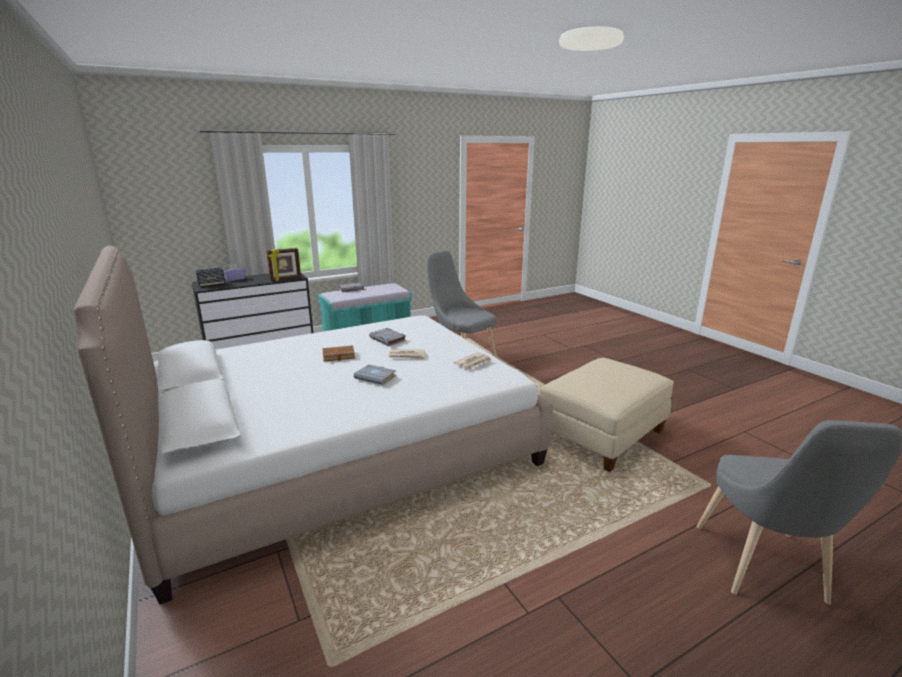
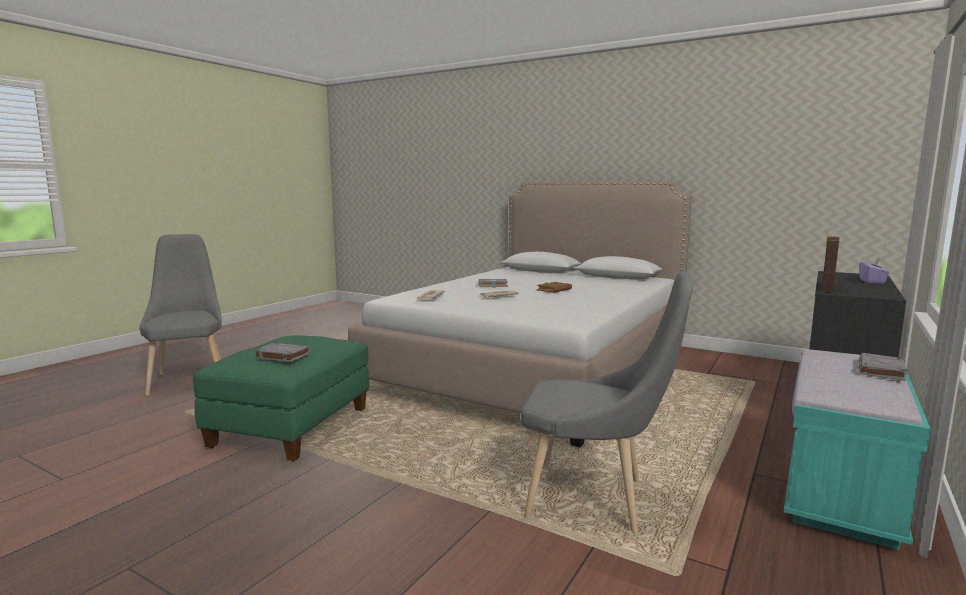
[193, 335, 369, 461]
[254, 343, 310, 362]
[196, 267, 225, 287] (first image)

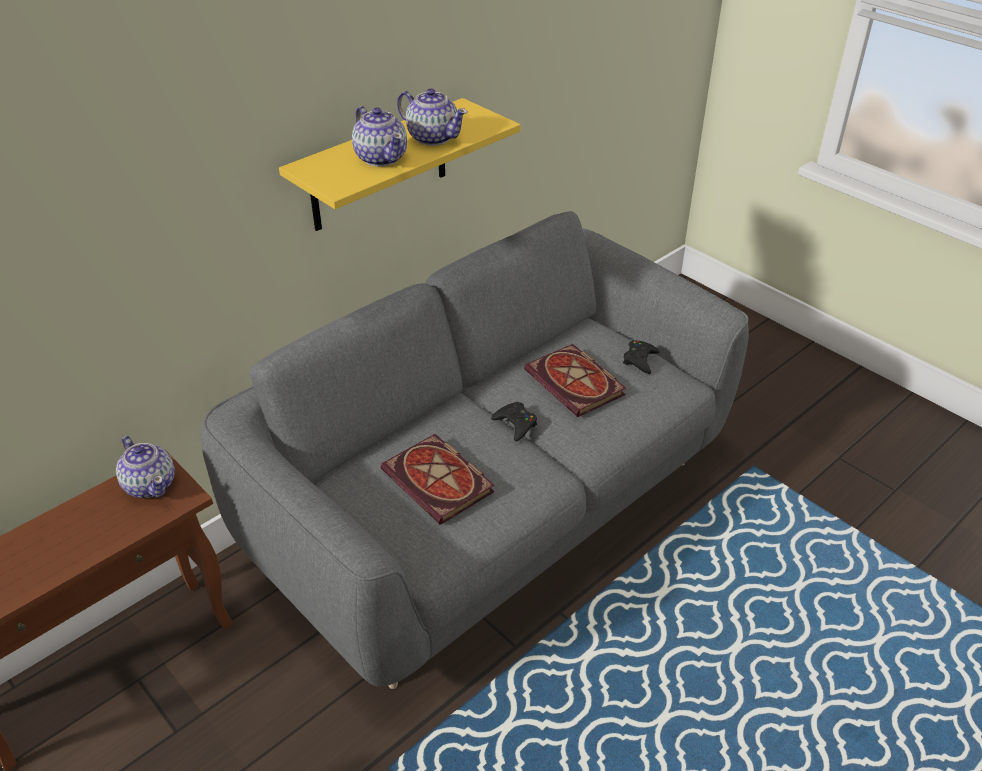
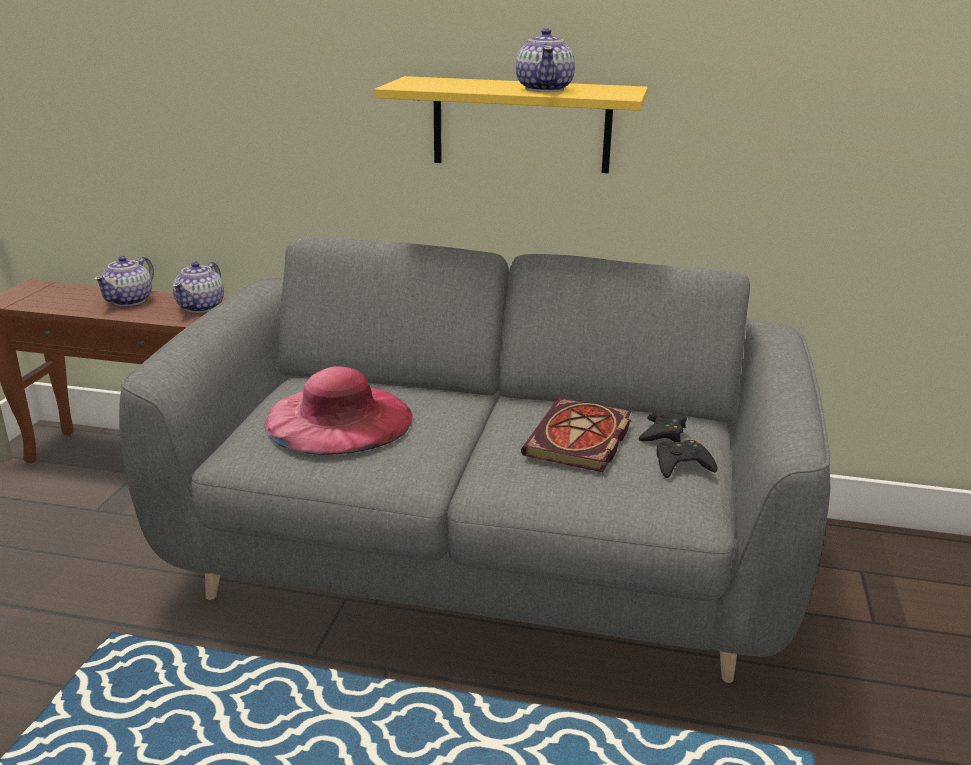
[94, 256, 154, 306]
[265, 366, 413, 455]
[638, 411, 687, 443]

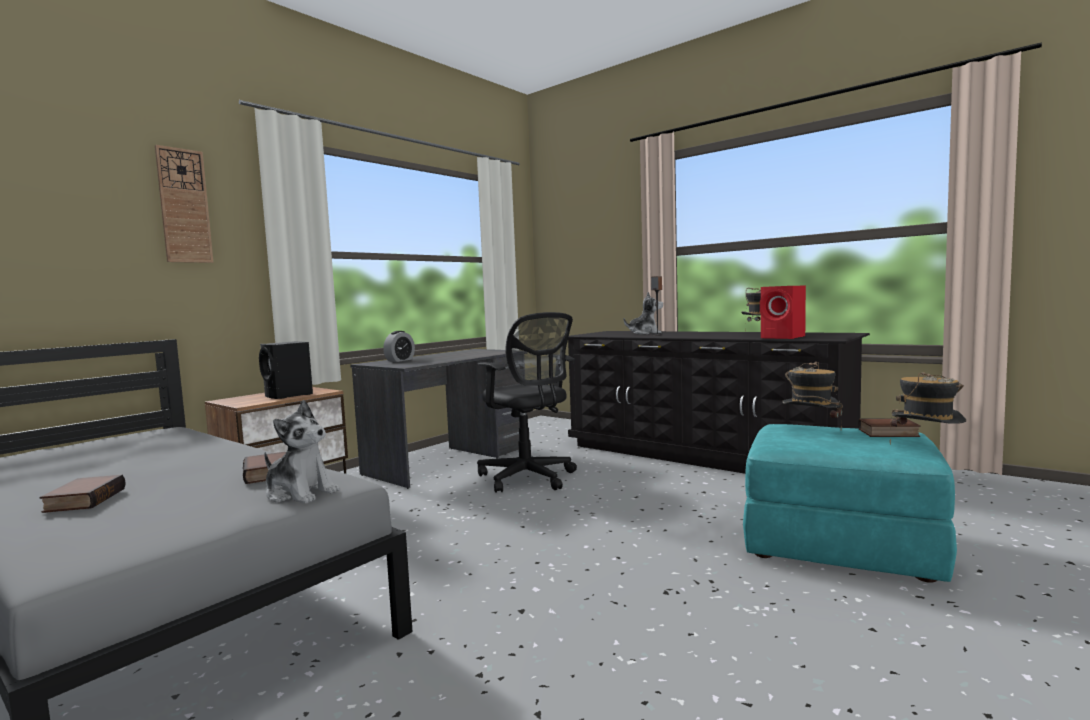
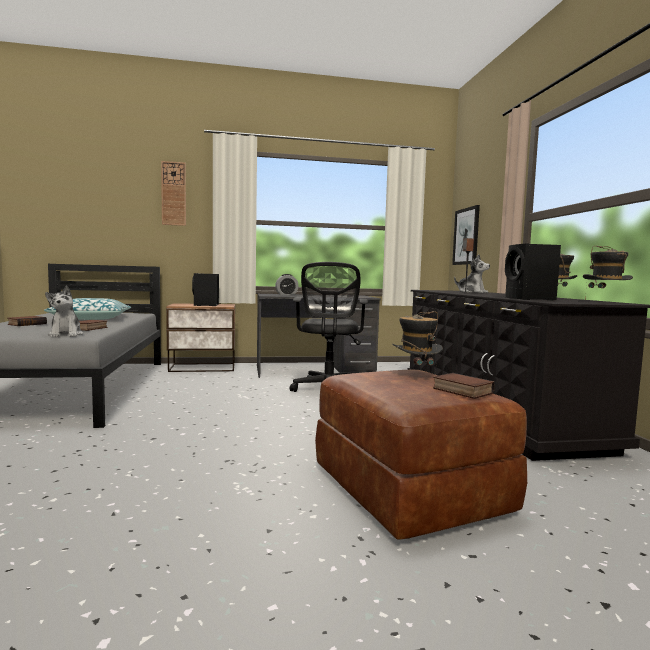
[44, 298, 131, 320]
[315, 370, 527, 540]
[452, 205, 480, 265]
[505, 244, 561, 300]
[583, 246, 633, 300]

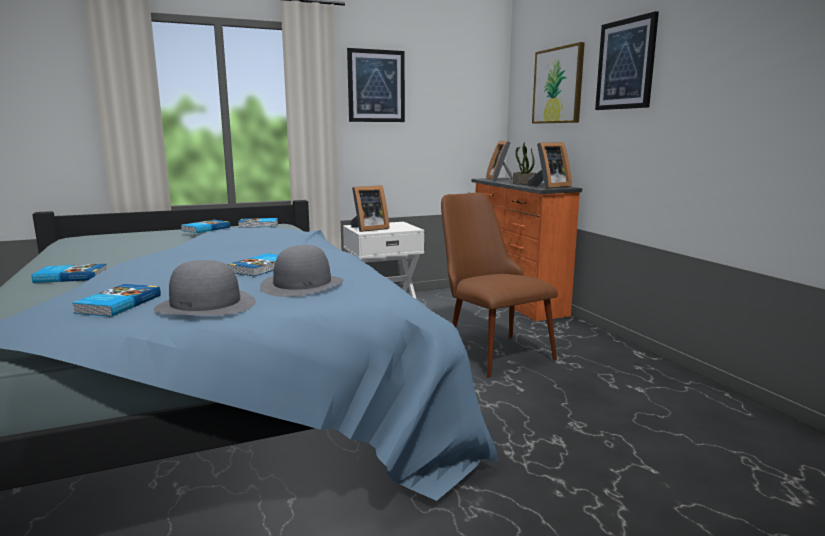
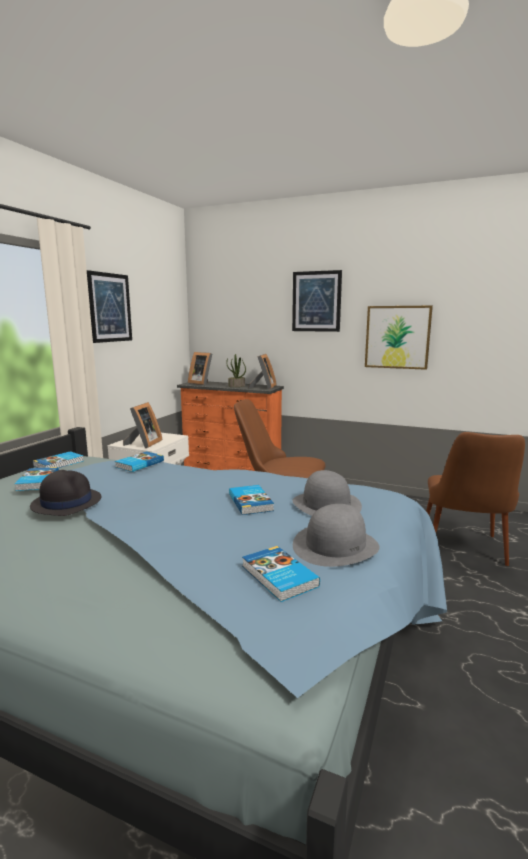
[30, 470, 101, 516]
[115, 451, 164, 472]
[365, 306, 433, 370]
[426, 432, 525, 566]

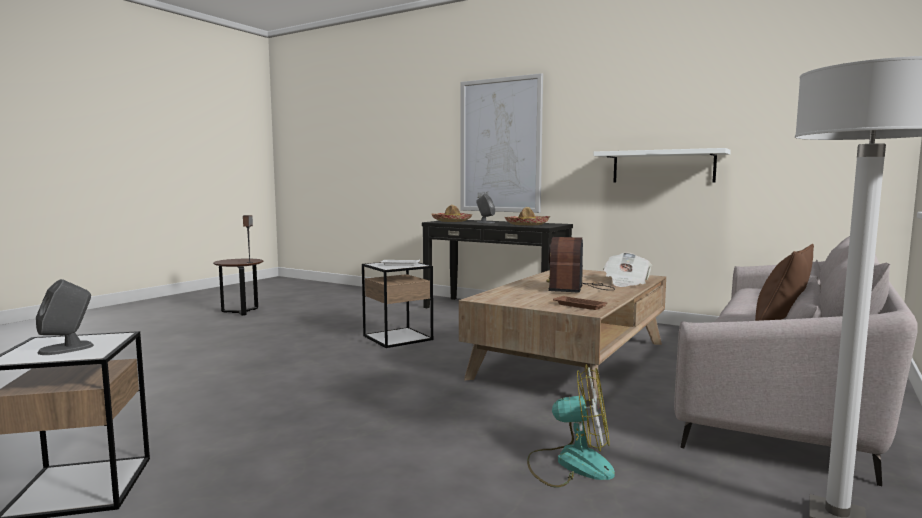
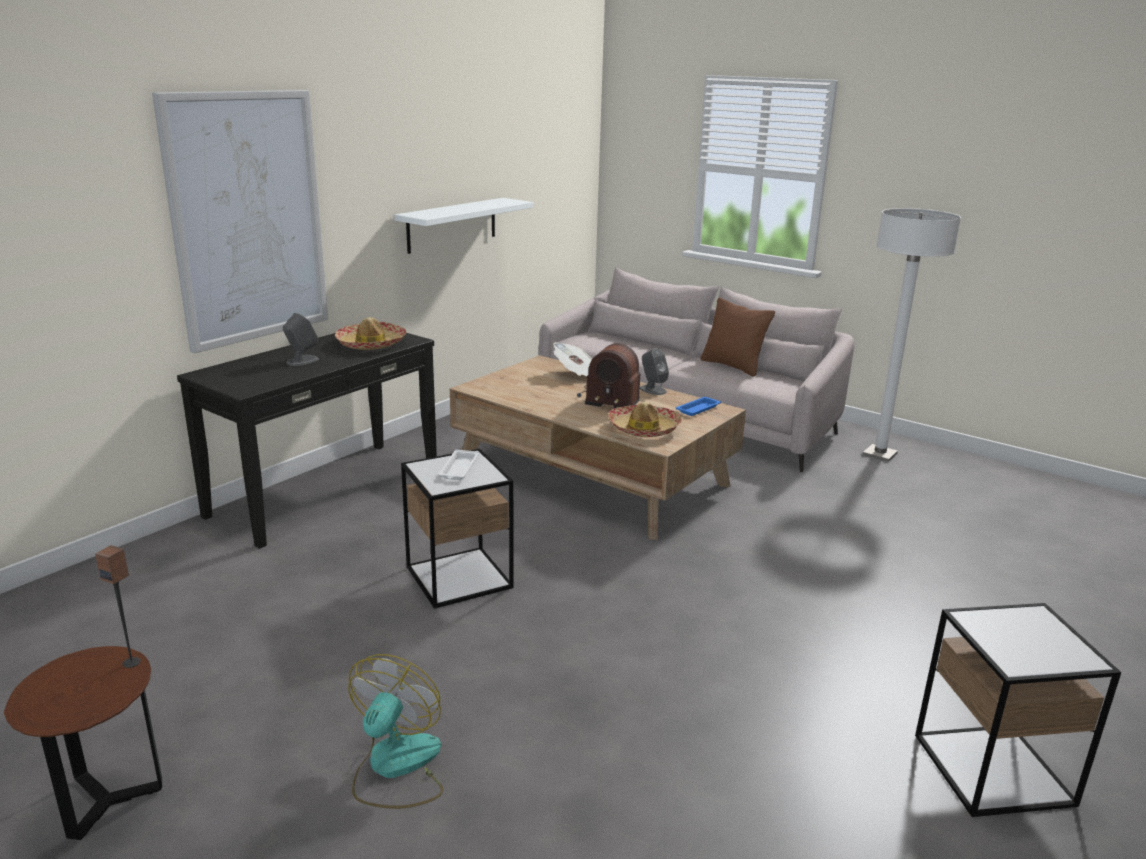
[348, 654, 443, 809]
[608, 402, 682, 437]
[640, 348, 669, 395]
[675, 397, 721, 416]

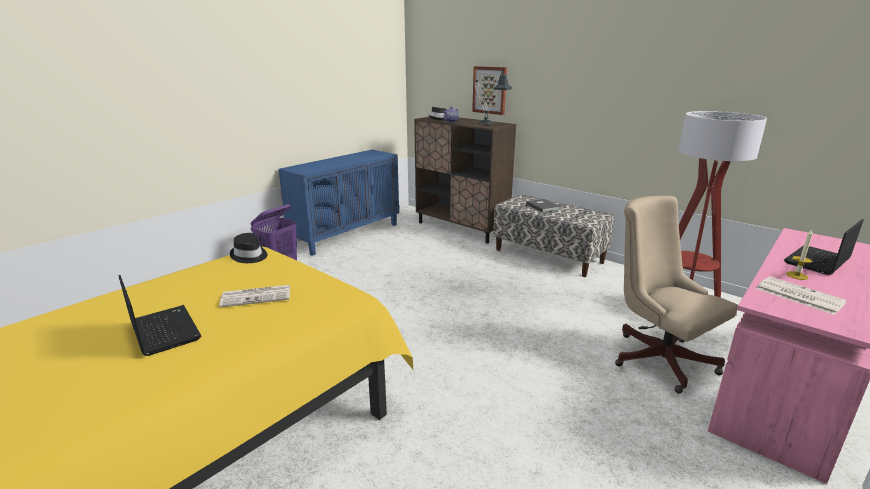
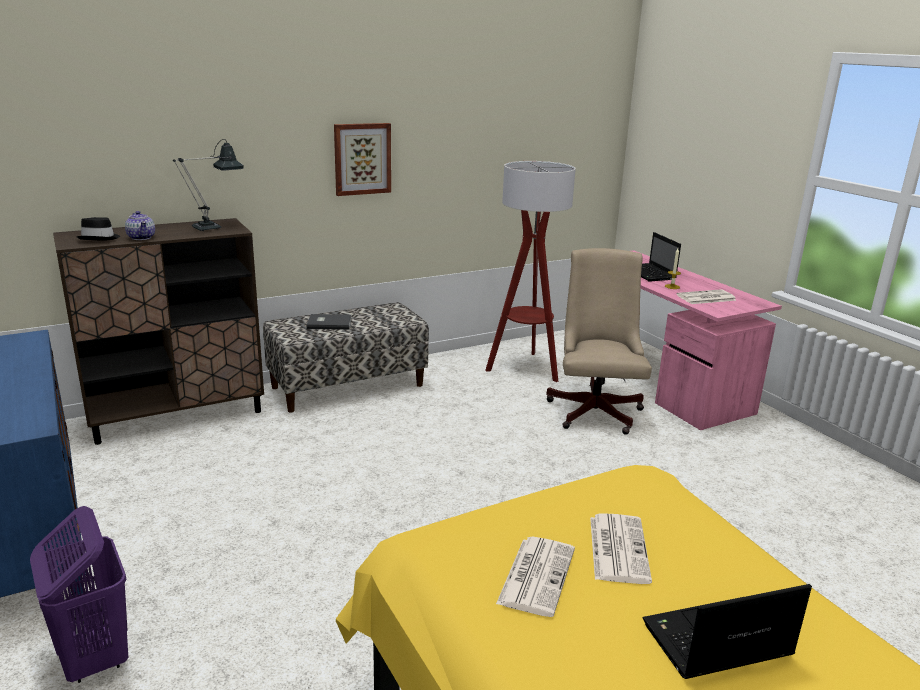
[334, 123, 391, 196]
[496, 537, 575, 617]
[547, 248, 652, 435]
[230, 233, 267, 263] (first image)

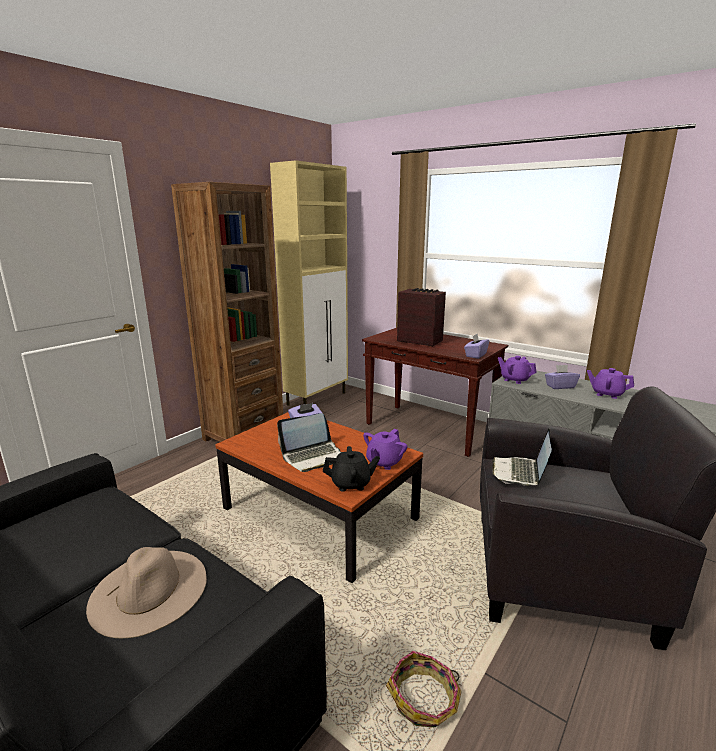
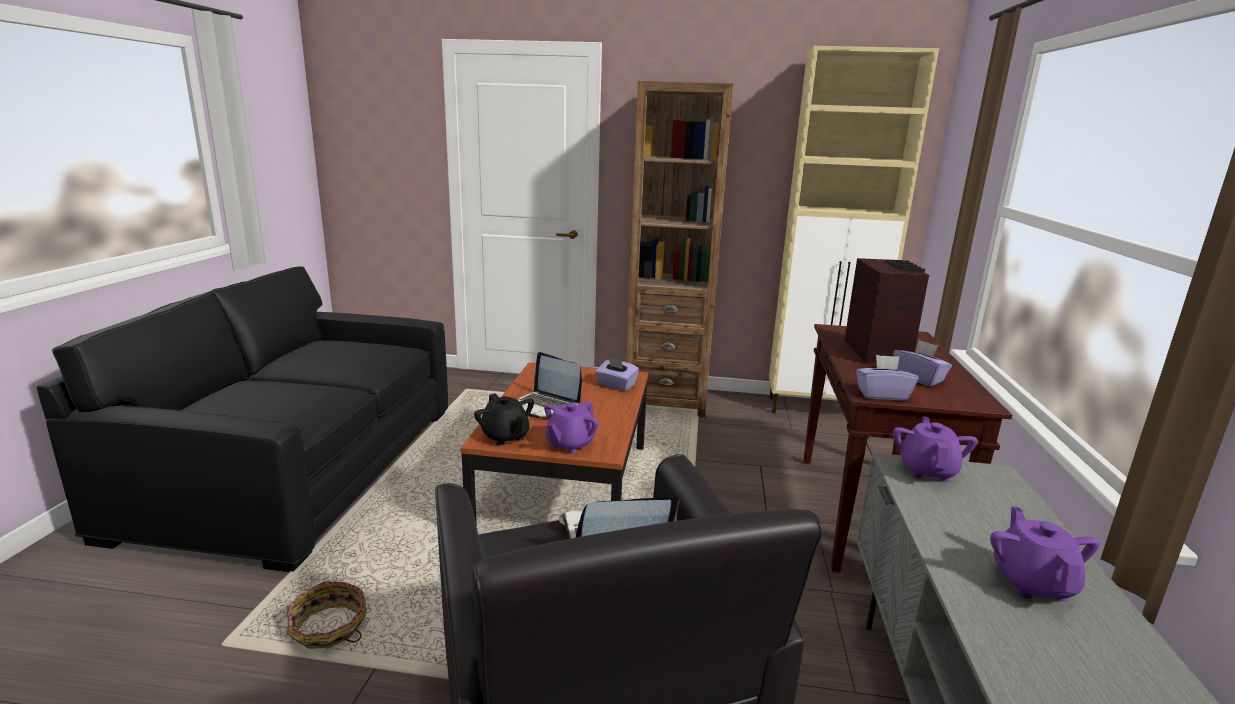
[544, 401, 598, 454]
[893, 340, 952, 386]
[86, 547, 207, 638] (first image)

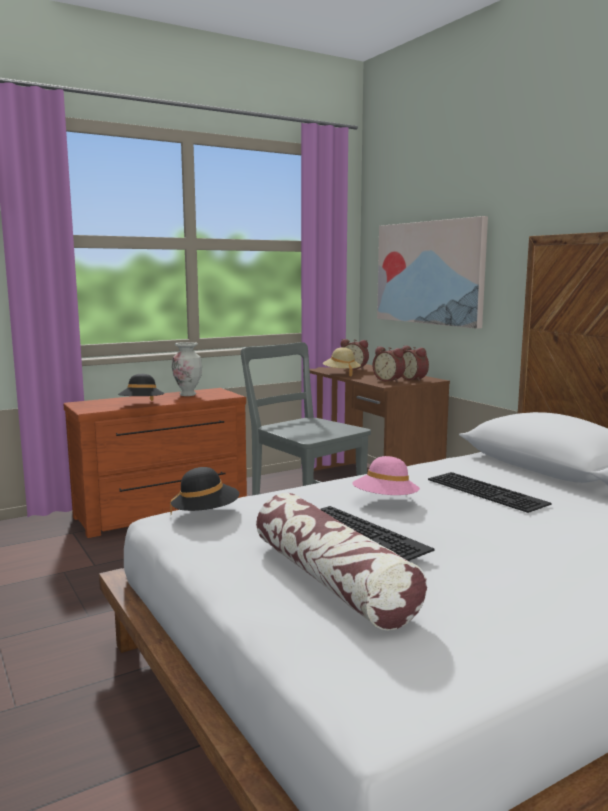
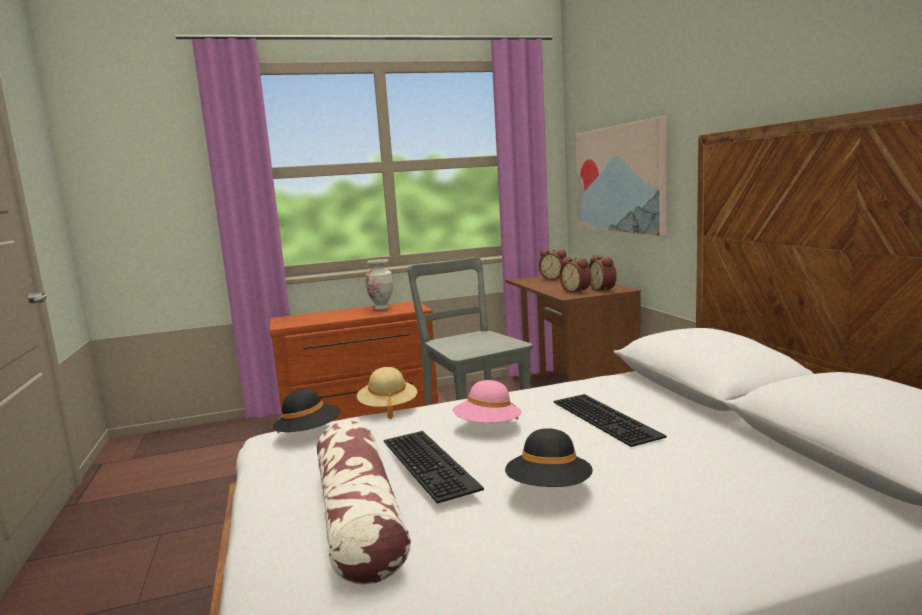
[357, 367, 417, 419]
[505, 428, 593, 487]

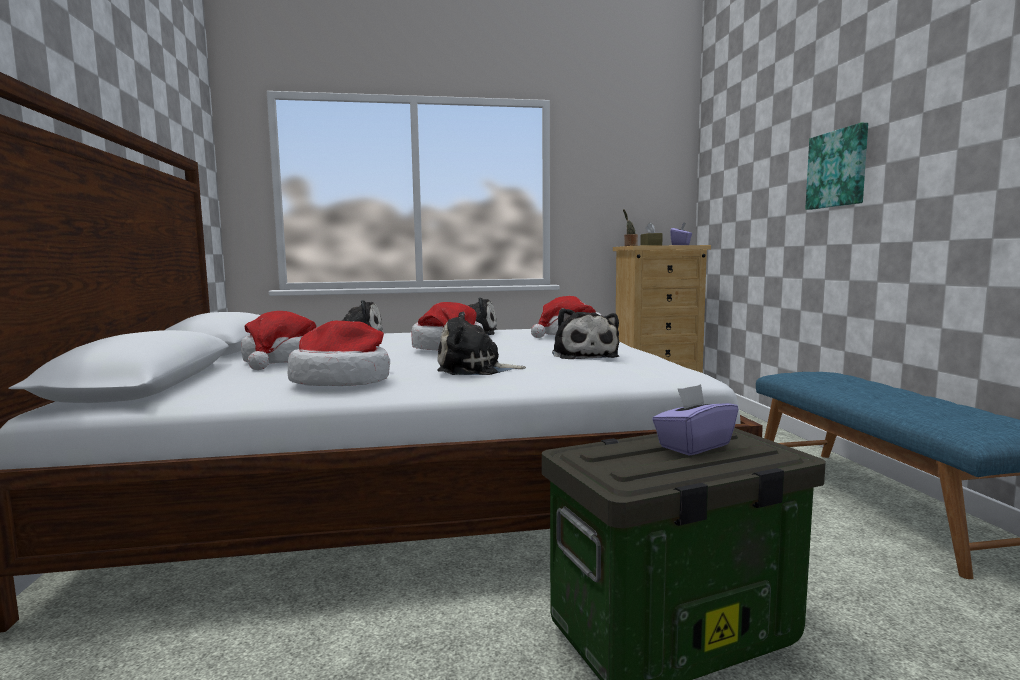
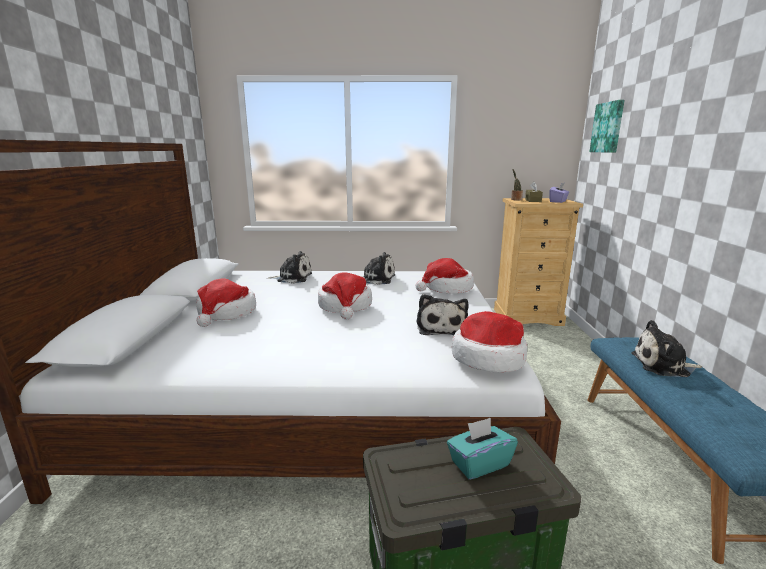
[447, 418, 518, 480]
[452, 311, 527, 372]
[589, 100, 624, 153]
[631, 320, 702, 377]

